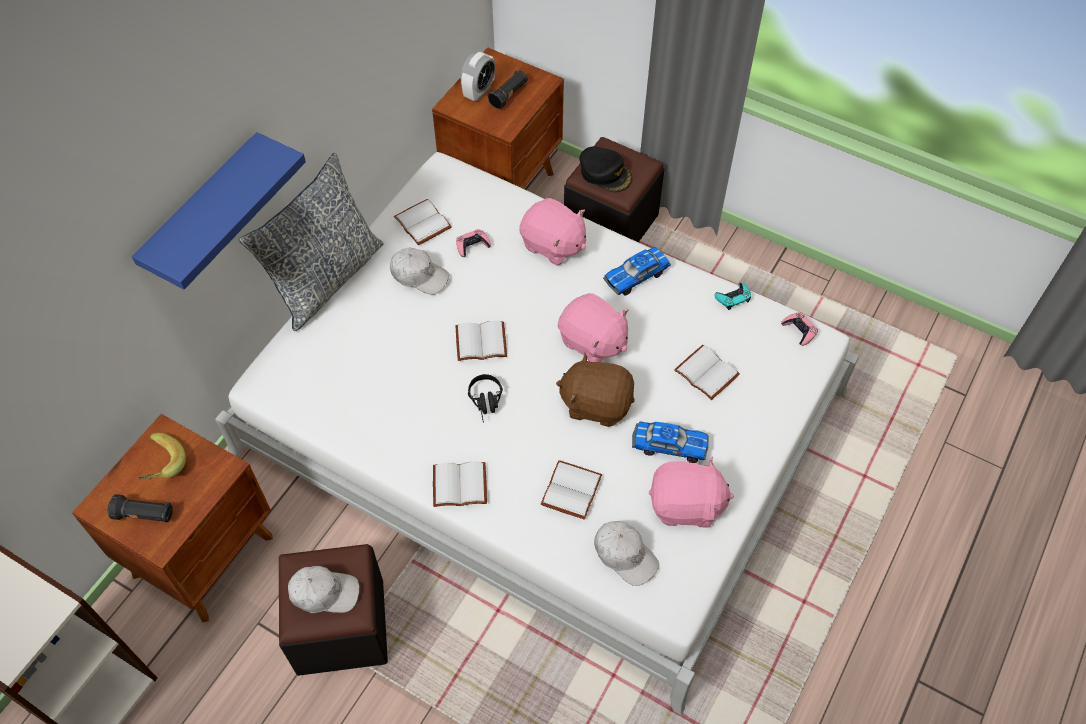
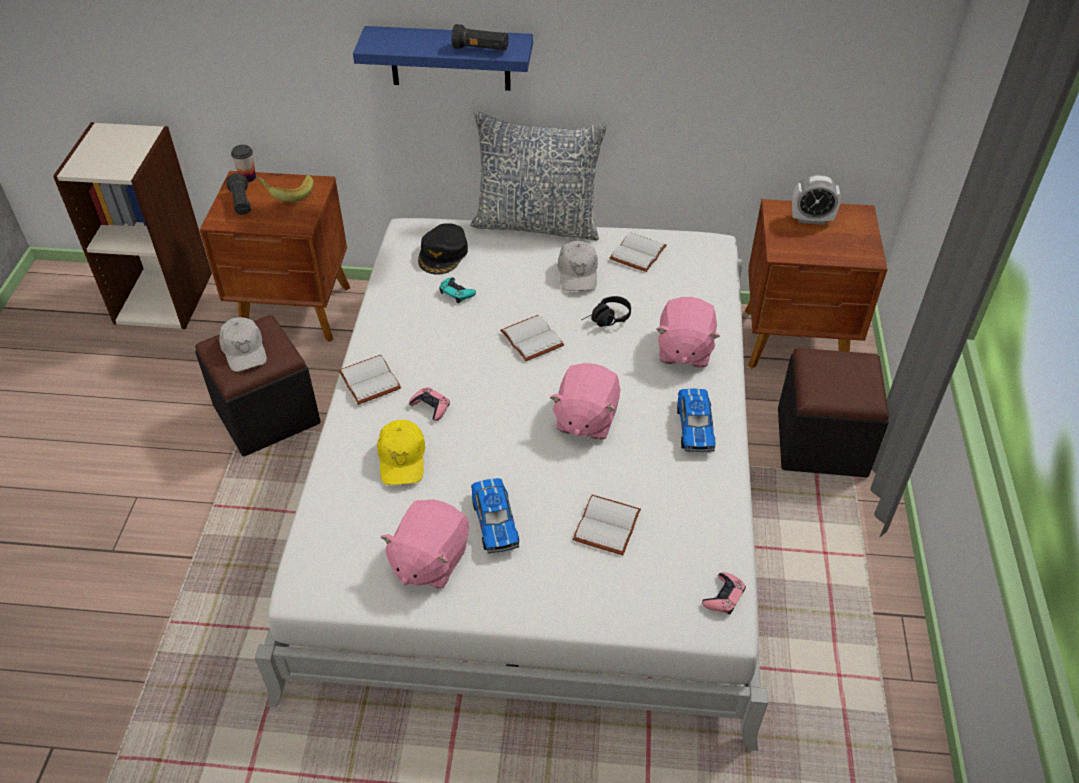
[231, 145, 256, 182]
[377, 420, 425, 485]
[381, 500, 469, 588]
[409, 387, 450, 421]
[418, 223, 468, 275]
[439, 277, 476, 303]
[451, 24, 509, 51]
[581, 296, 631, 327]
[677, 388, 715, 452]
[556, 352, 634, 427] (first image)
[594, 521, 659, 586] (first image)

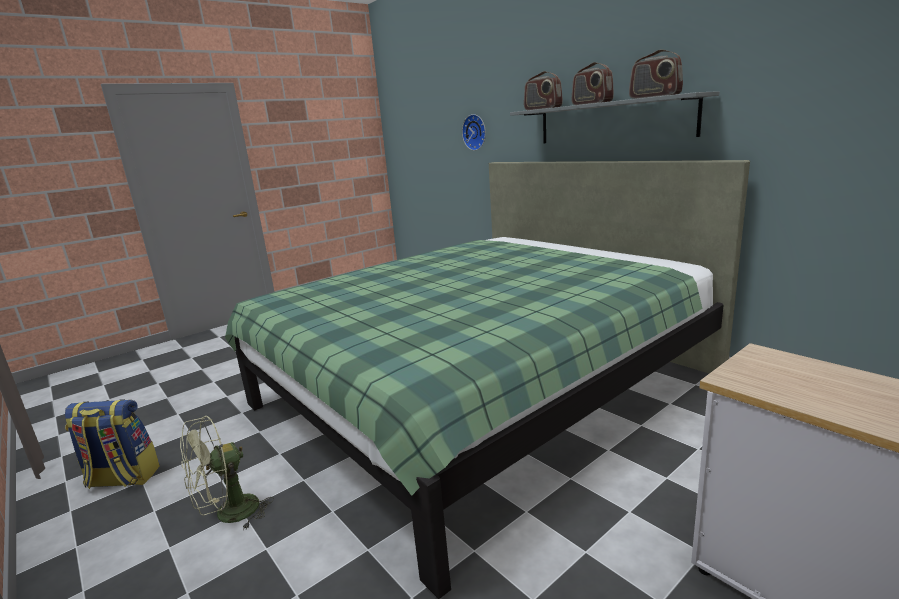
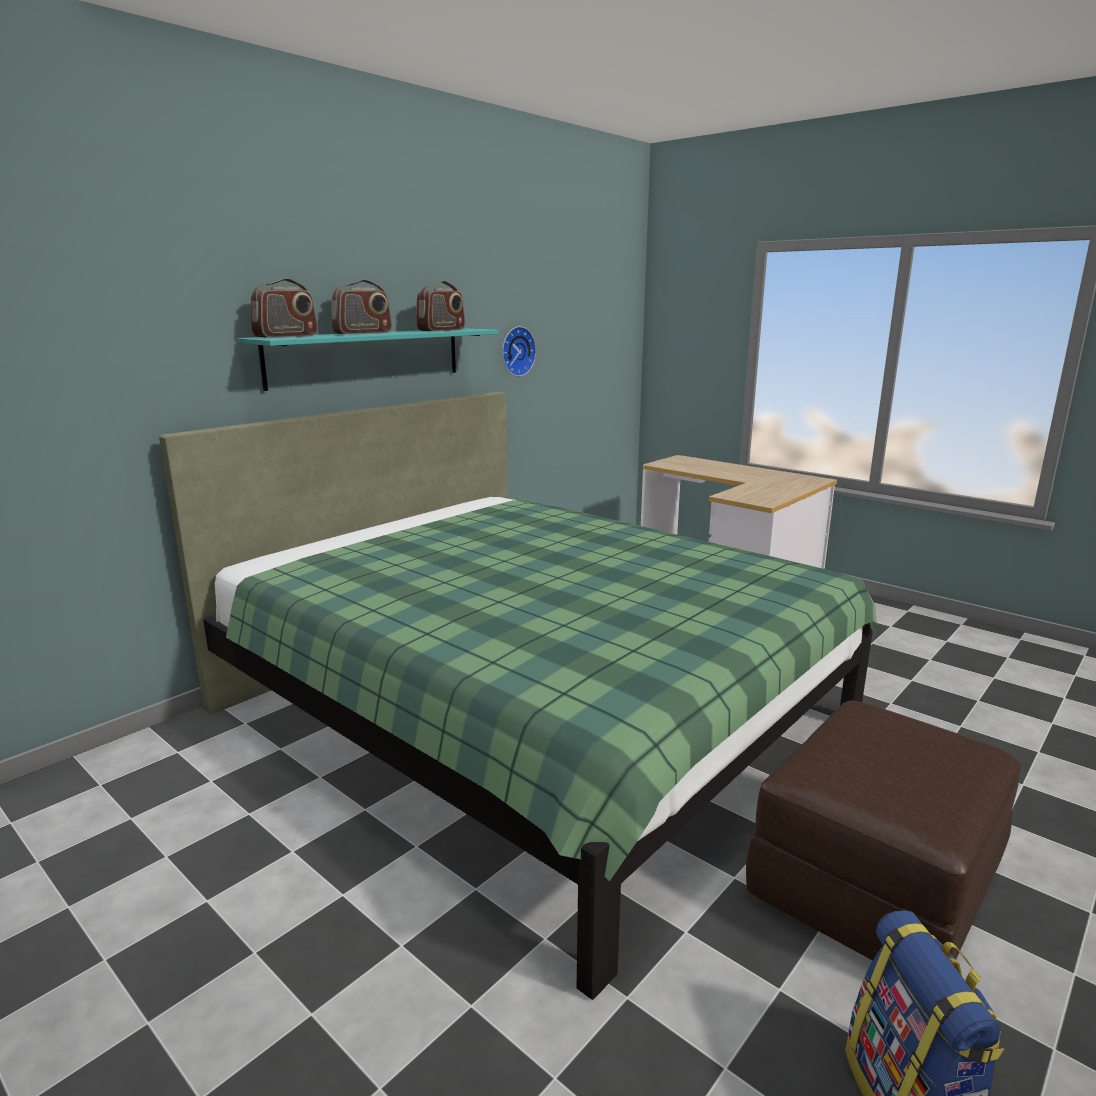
[238, 328, 499, 391]
[502, 326, 536, 377]
[746, 701, 1021, 961]

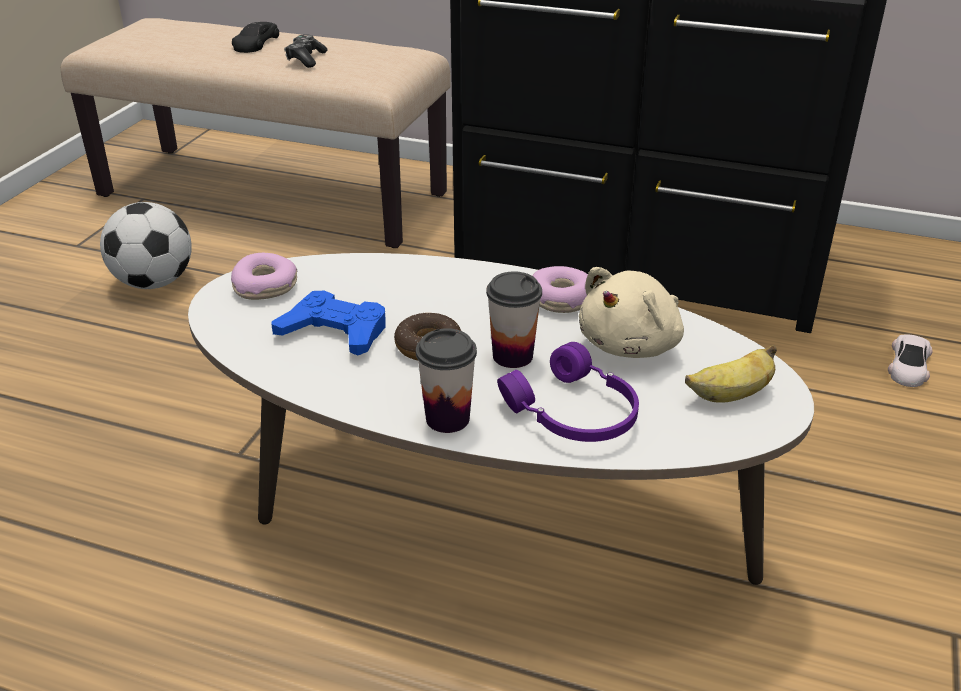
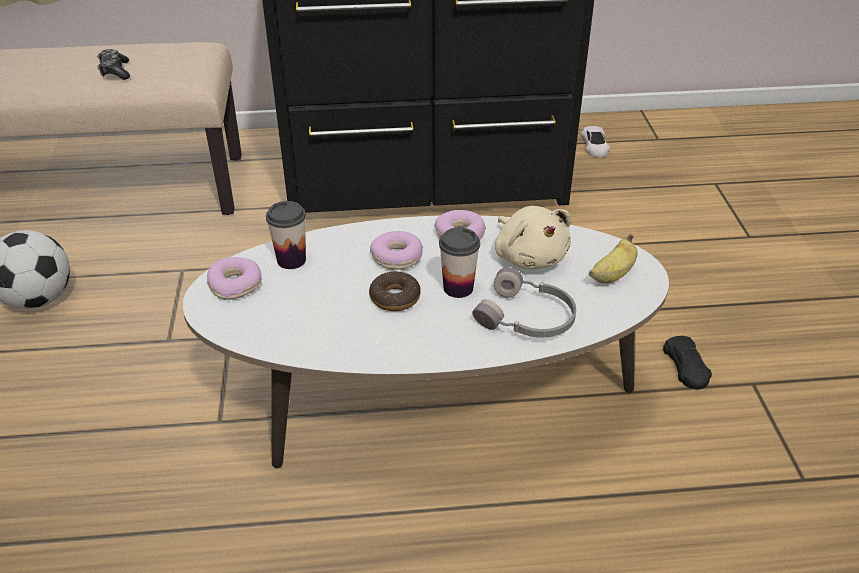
[266, 201, 306, 269]
[370, 231, 423, 270]
[472, 267, 576, 338]
[495, 206, 571, 269]
[581, 126, 610, 158]
[663, 336, 712, 389]
[271, 291, 386, 356] (first image)

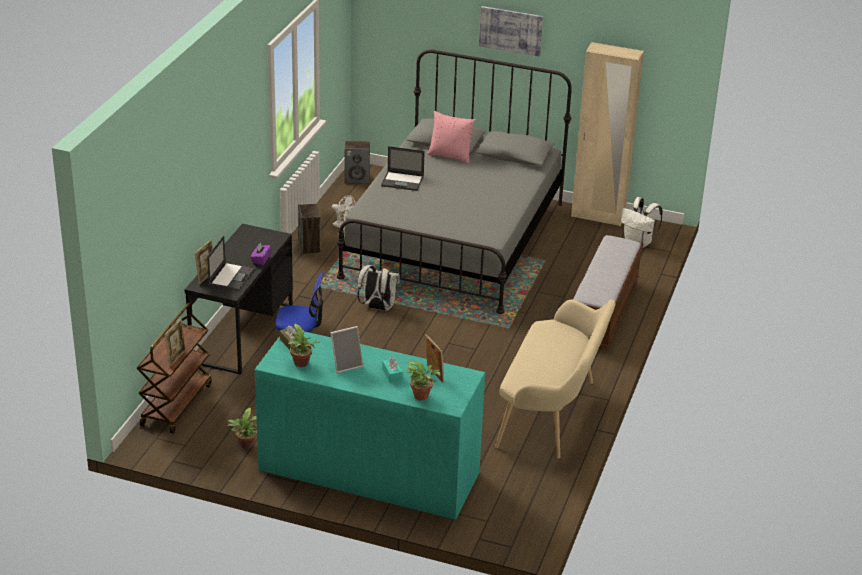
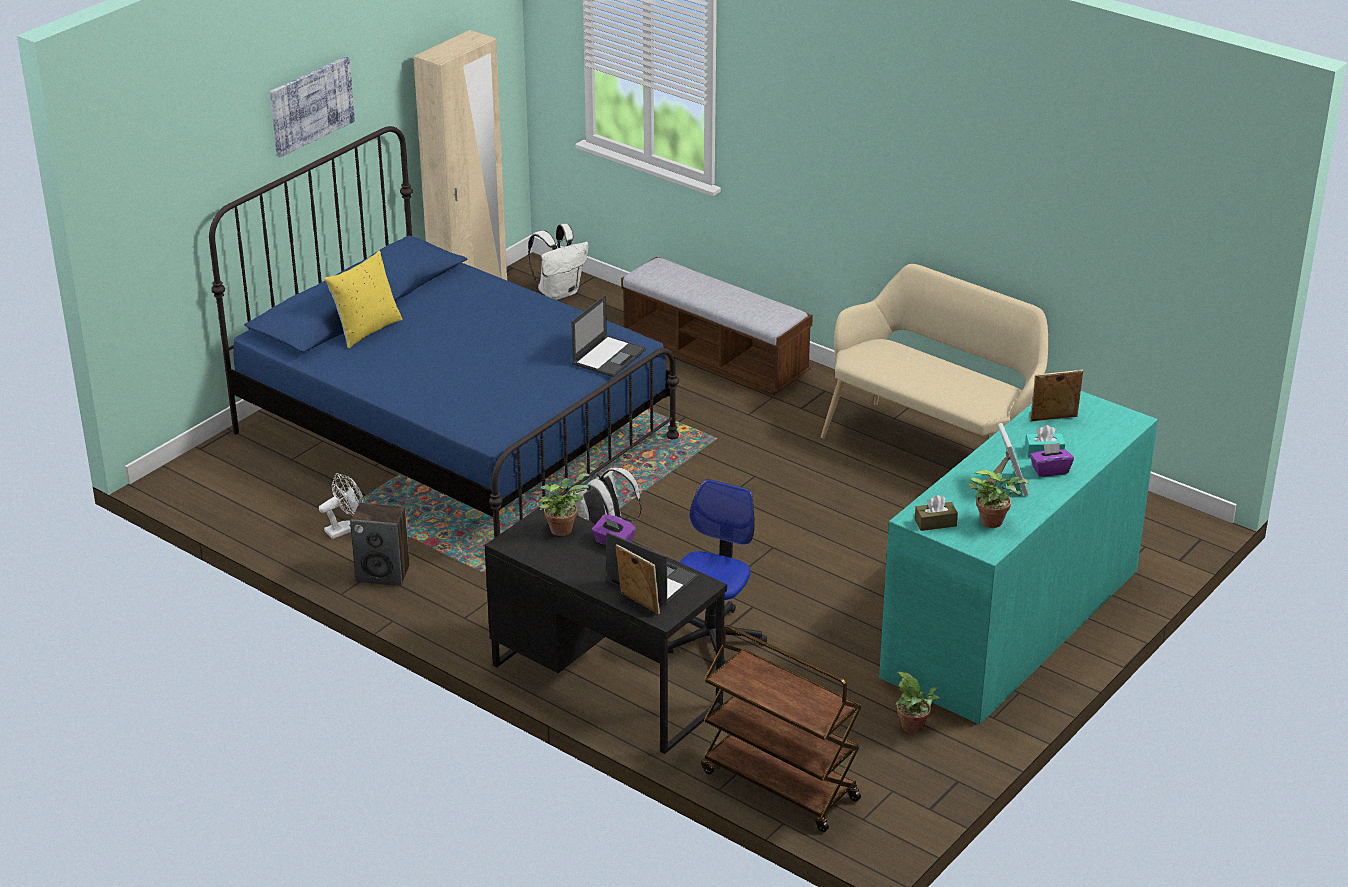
[209, 126, 679, 538]
[324, 250, 402, 348]
[539, 473, 590, 536]
[571, 295, 646, 378]
[1030, 443, 1074, 477]
[165, 319, 186, 367] (first image)
[345, 141, 370, 184] (first image)

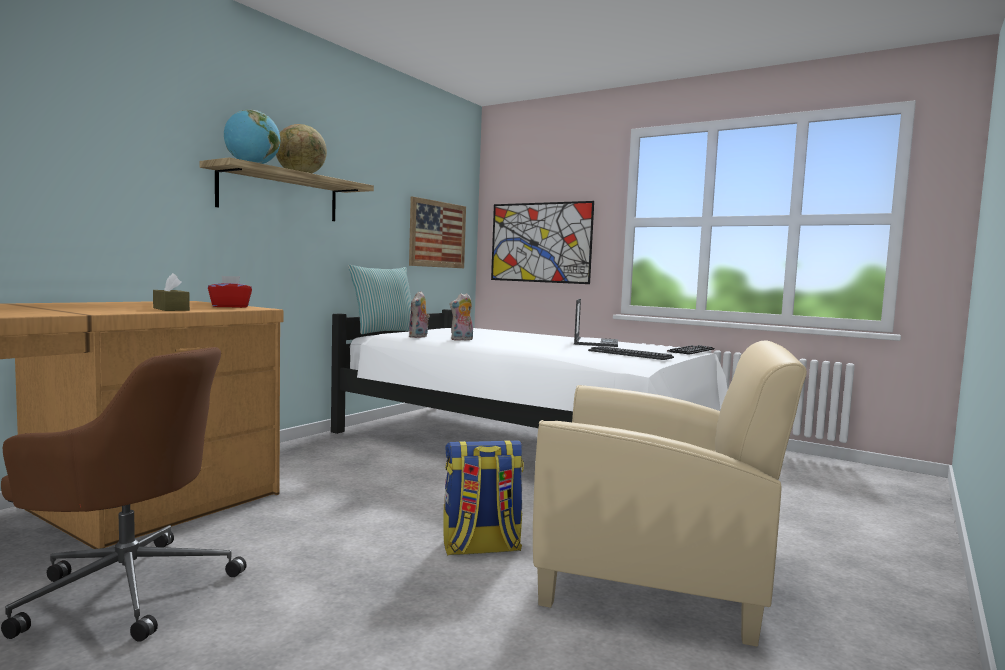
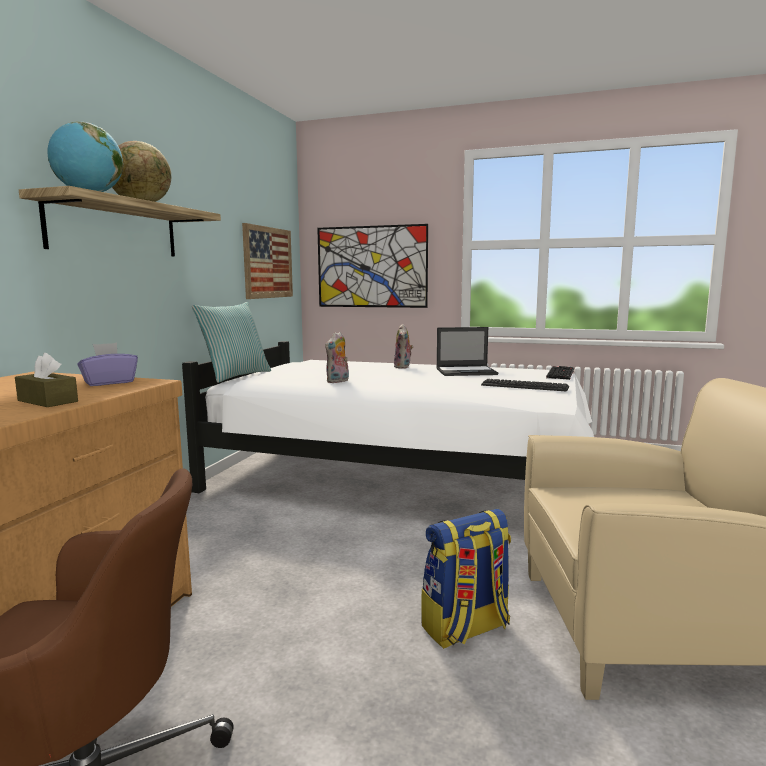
[78, 343, 138, 386]
[394, 324, 413, 369]
[436, 327, 498, 376]

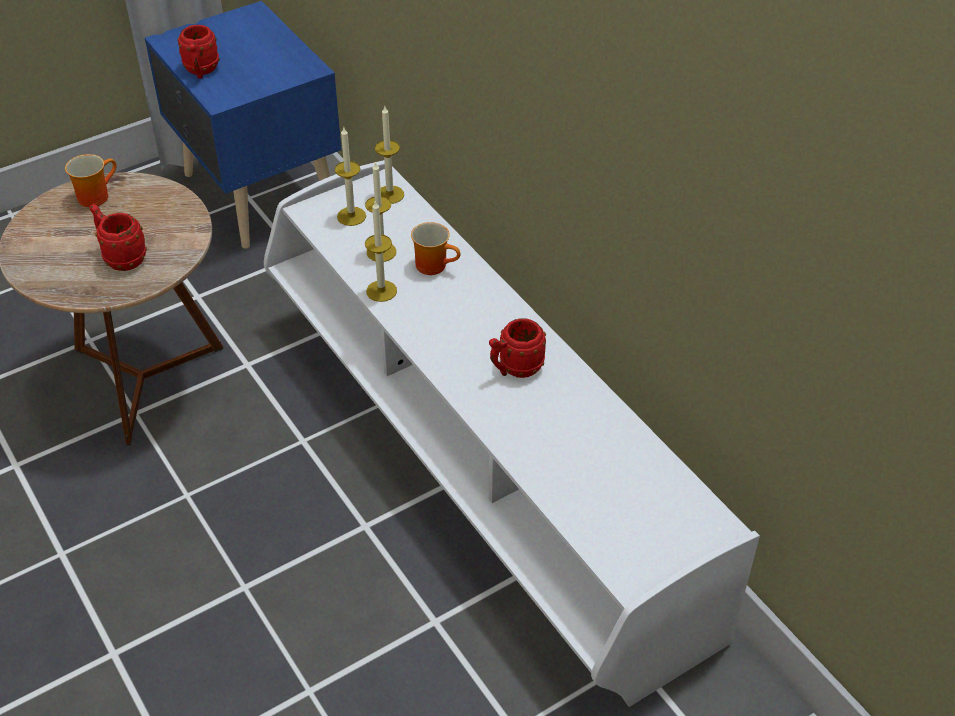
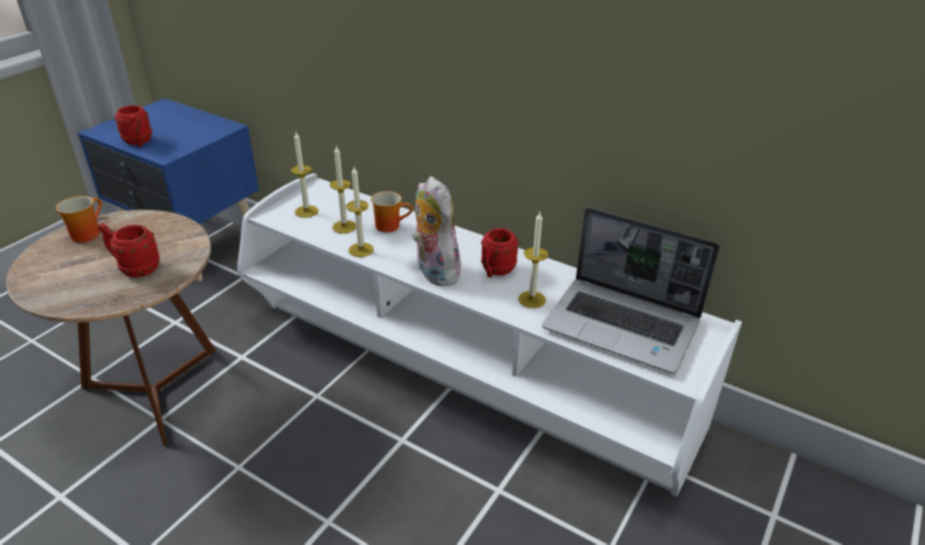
[412, 176, 461, 286]
[518, 212, 548, 308]
[542, 207, 720, 374]

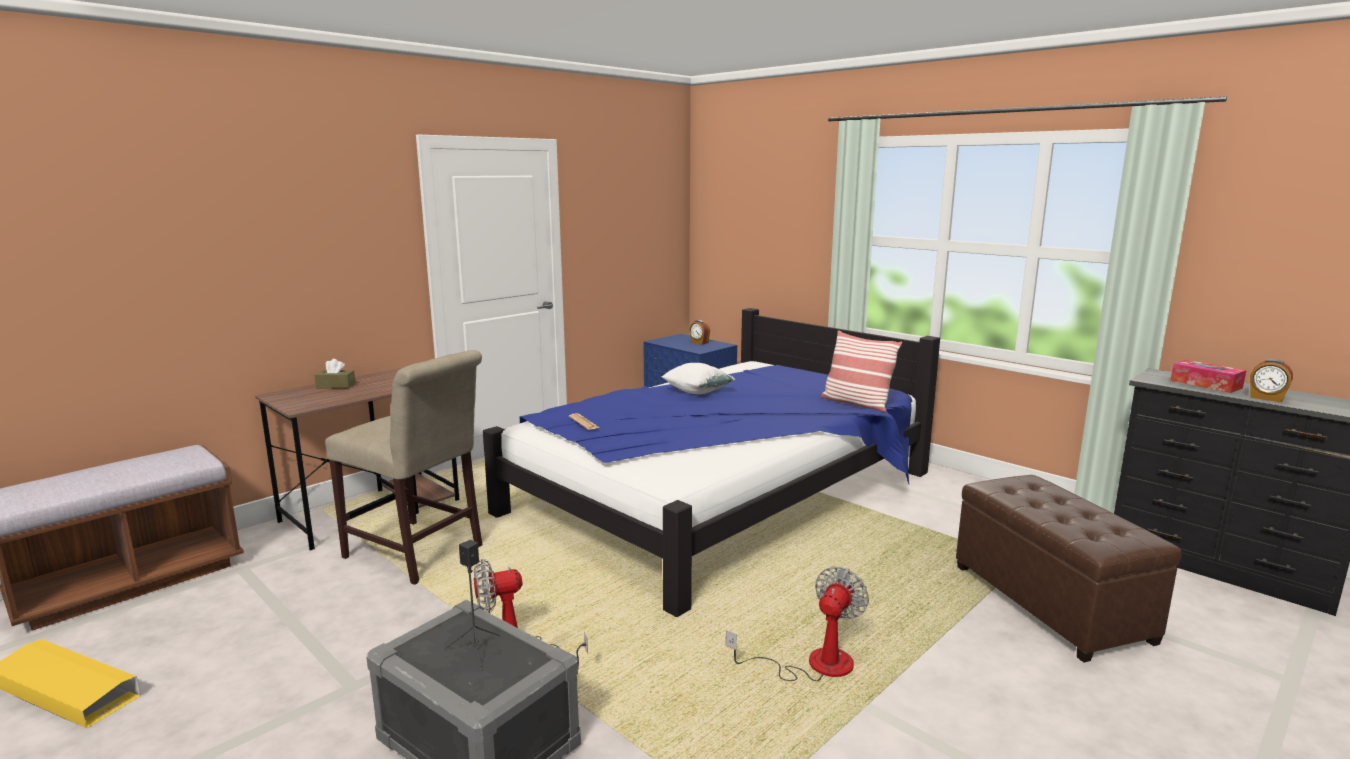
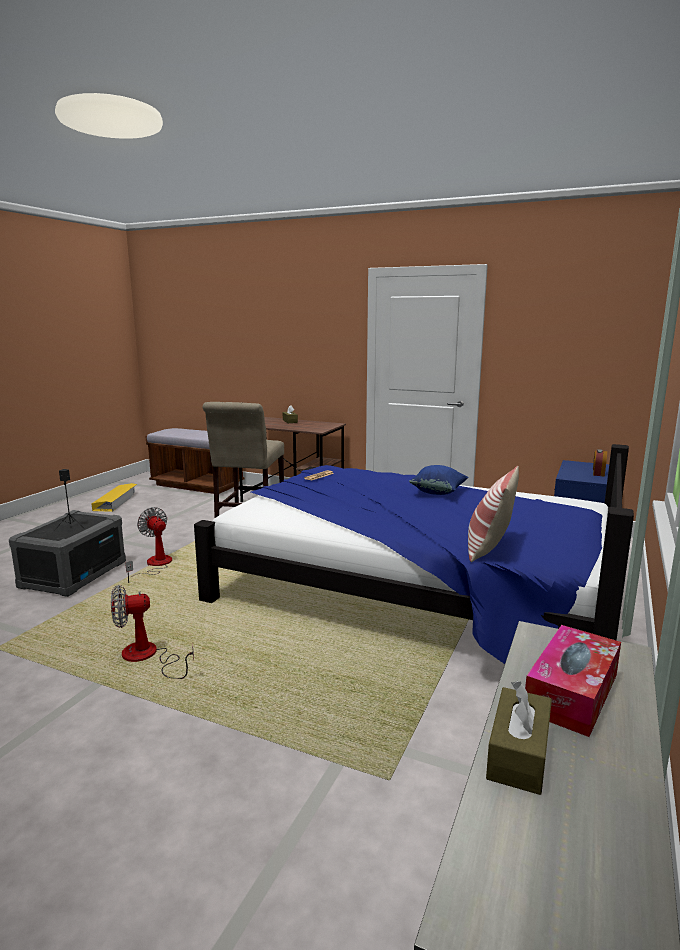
[111, 585, 194, 679]
[409, 465, 469, 495]
[486, 681, 552, 795]
[956, 475, 1181, 662] (first image)

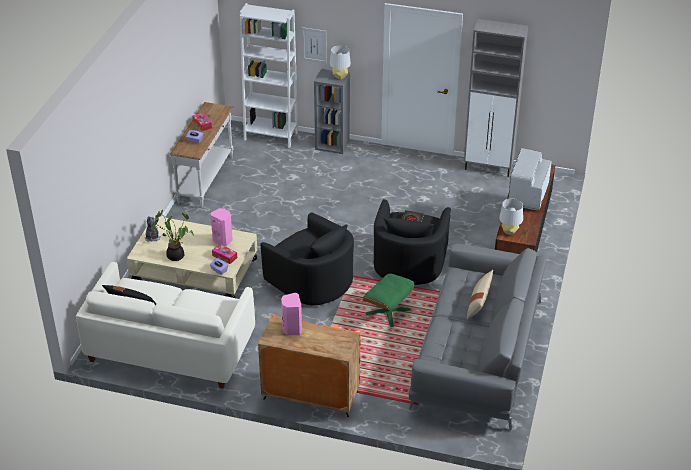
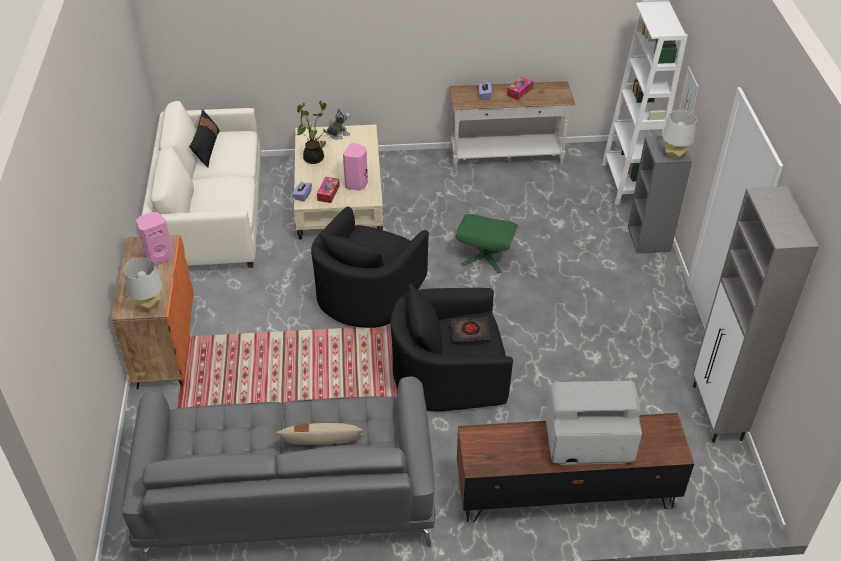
[124, 258, 162, 311]
[455, 214, 518, 273]

